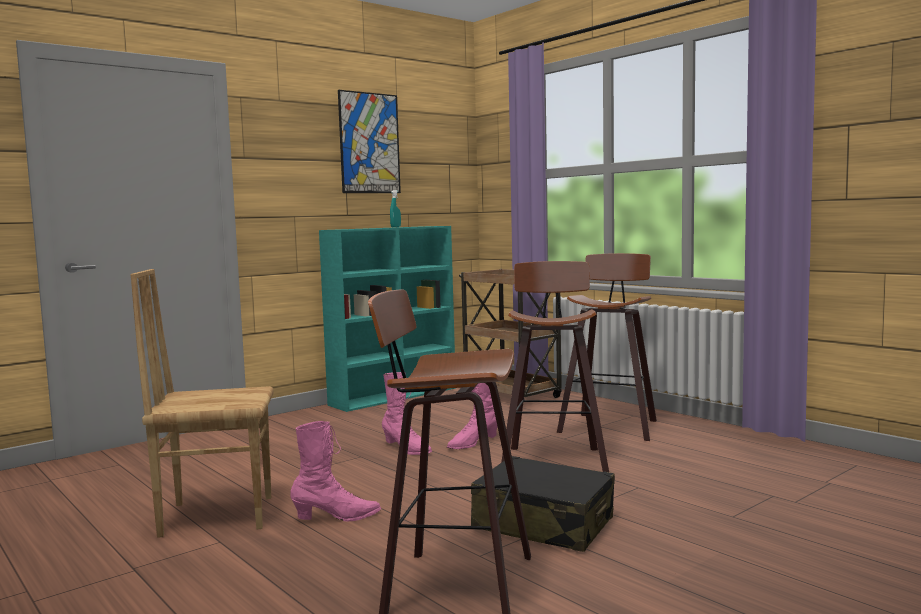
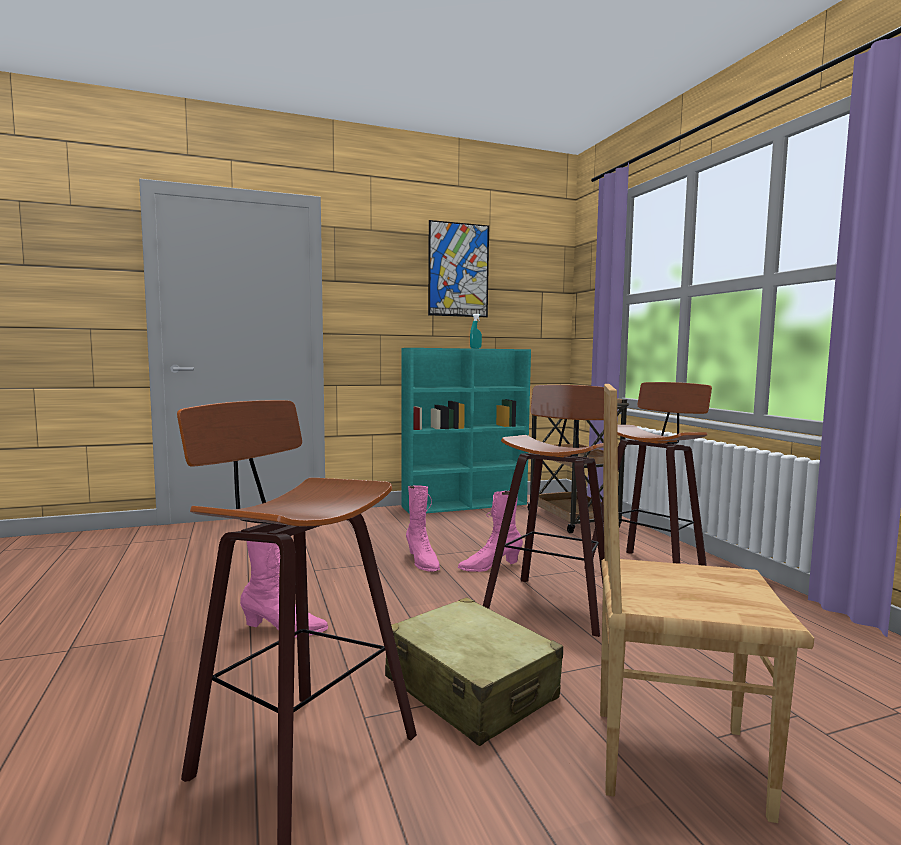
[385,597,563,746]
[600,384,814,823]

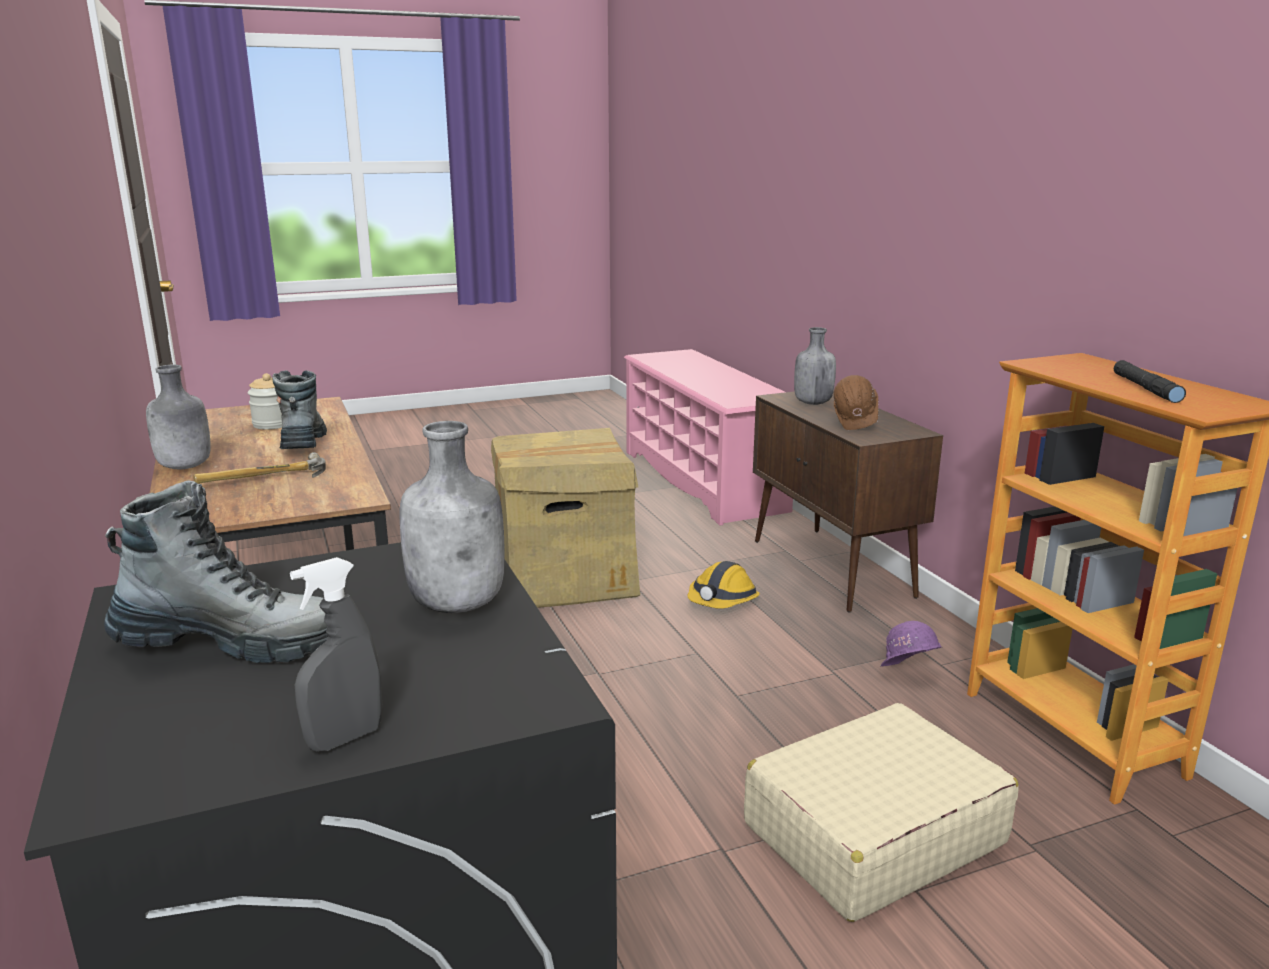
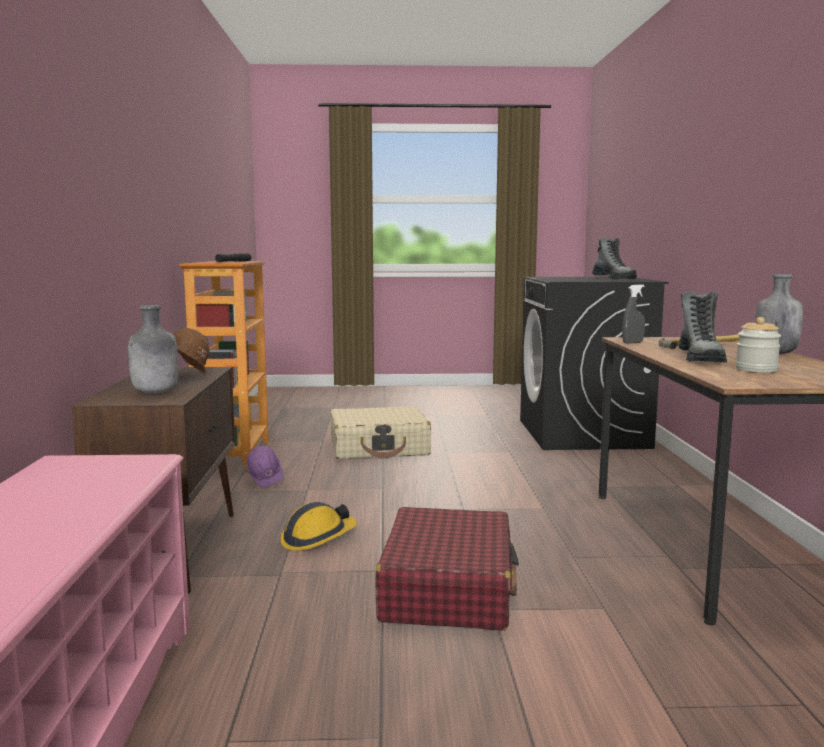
[376,507,519,631]
[592,238,637,279]
[622,284,645,343]
[400,421,505,613] (first image)

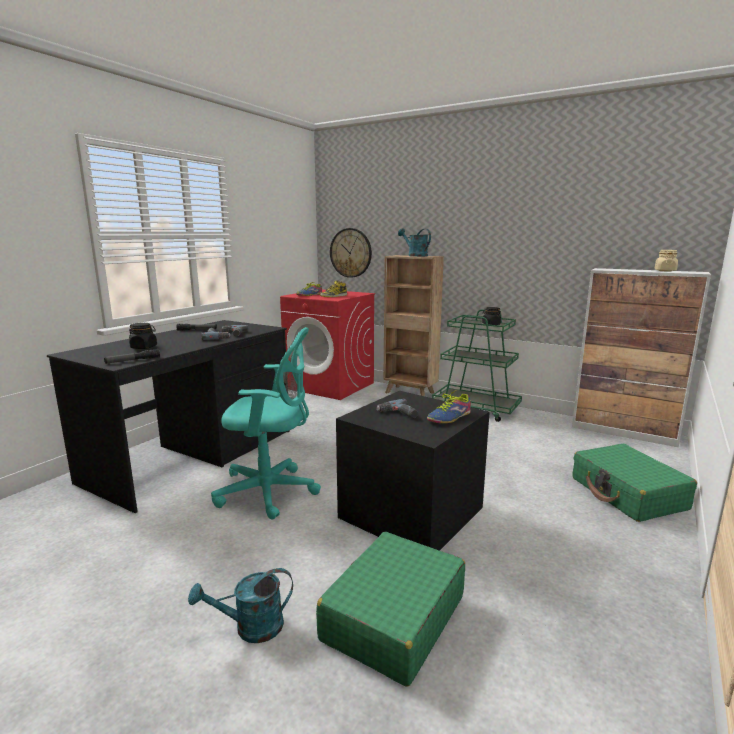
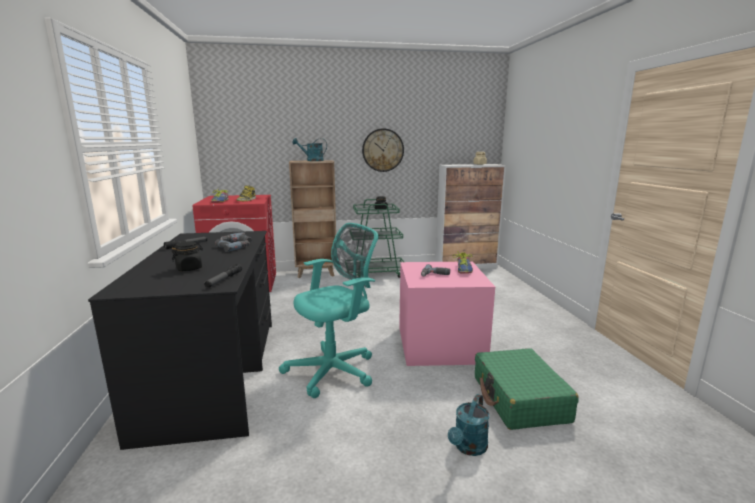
[362,128,404,172]
[399,261,495,366]
[573,444,697,522] (first image)

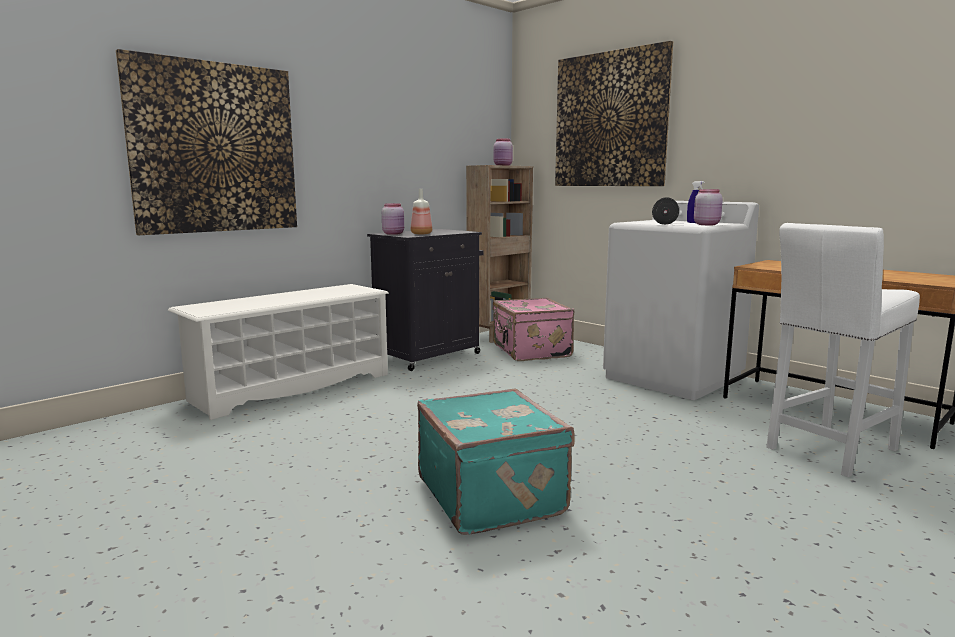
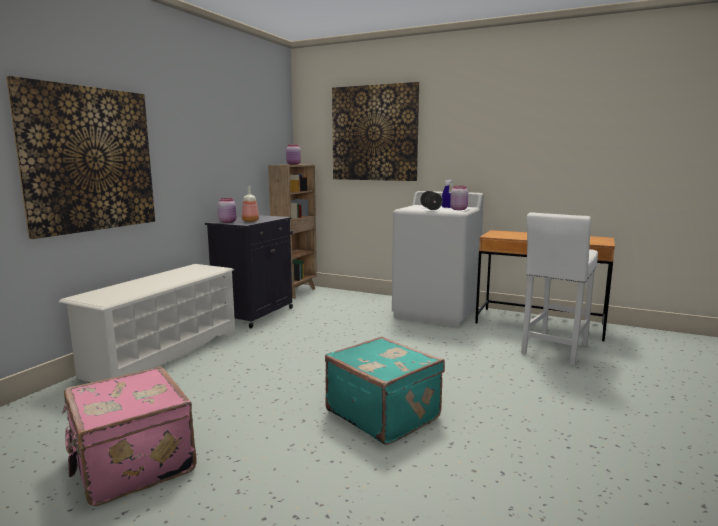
[62,366,197,506]

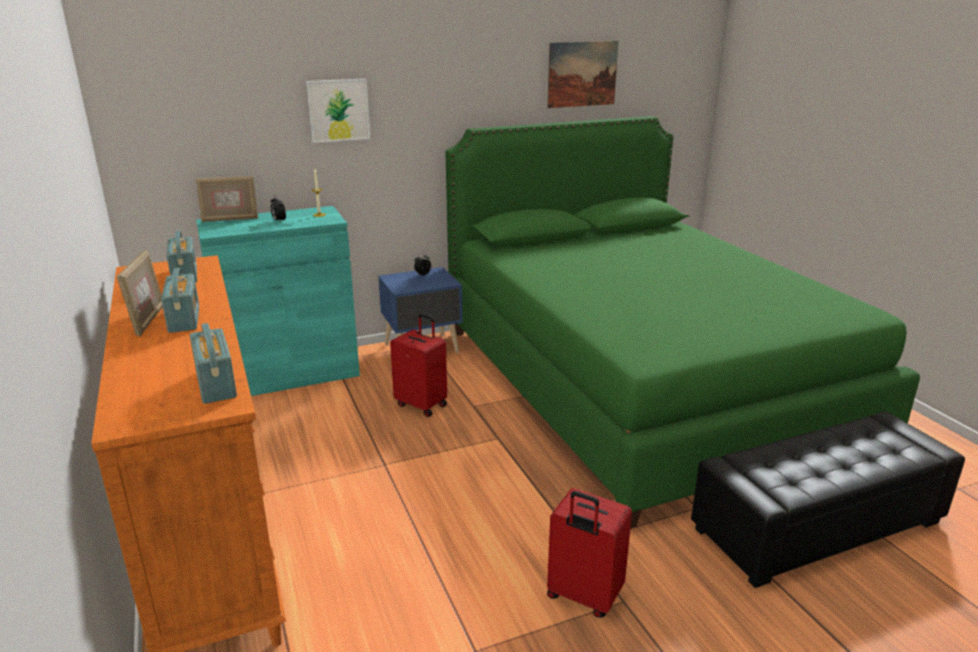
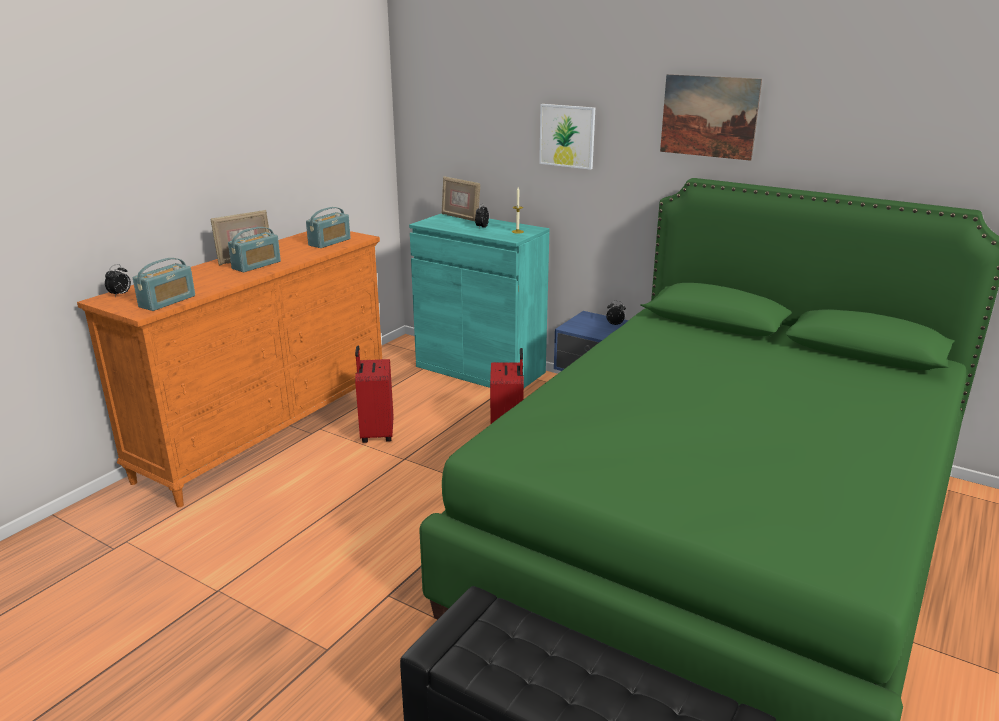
[105,264,131,297]
[355,346,393,443]
[660,74,762,161]

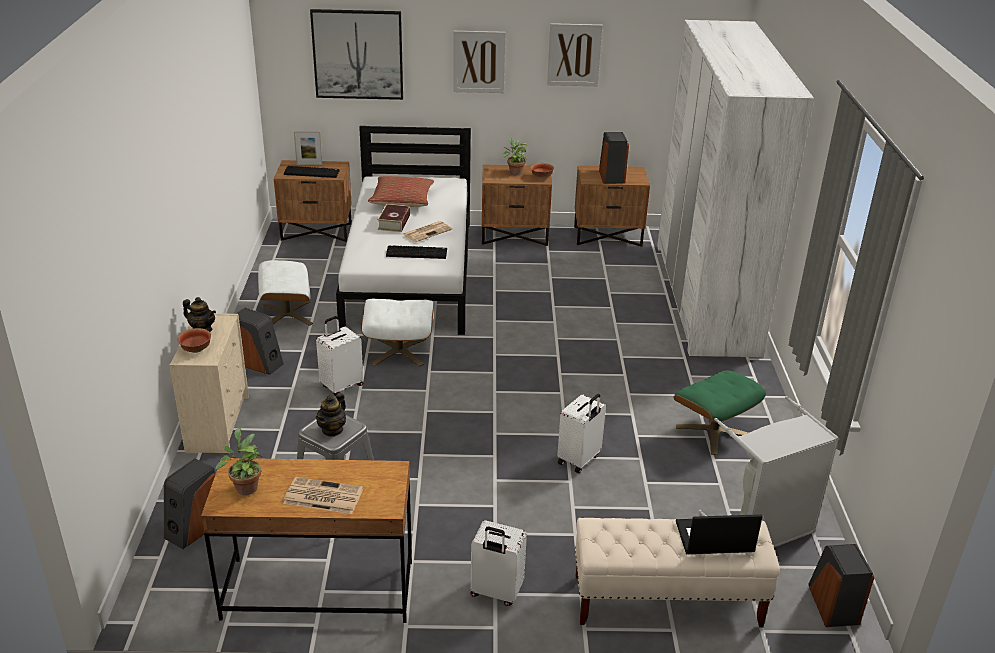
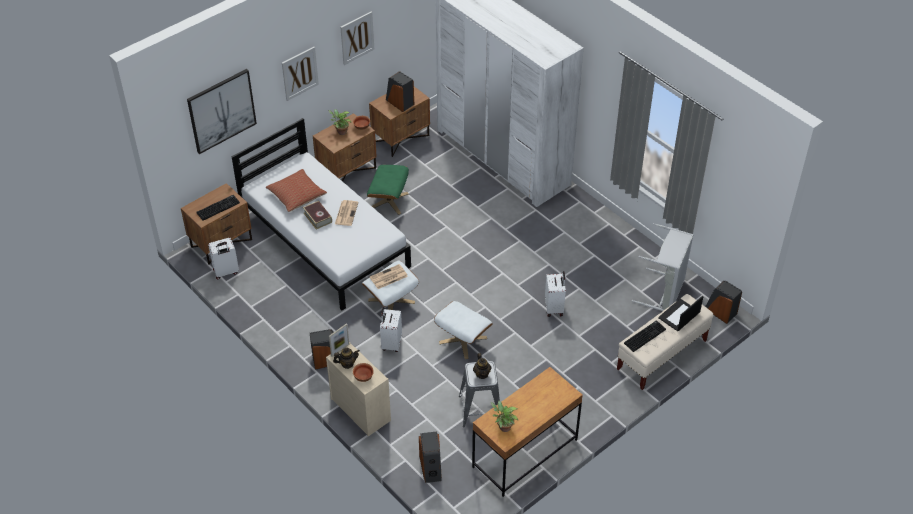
[208,238,239,280]
[329,323,349,357]
[367,165,409,215]
[370,264,408,289]
[434,301,493,359]
[624,320,666,352]

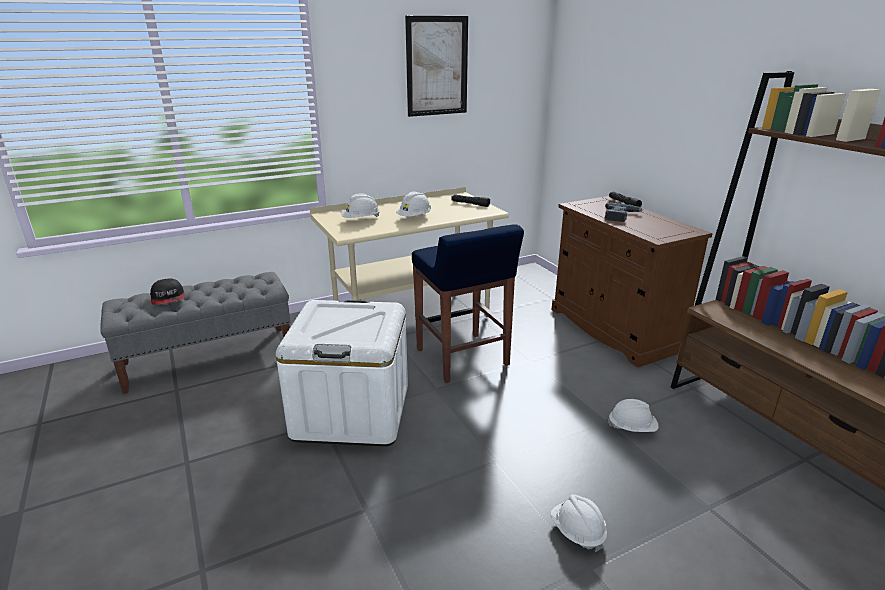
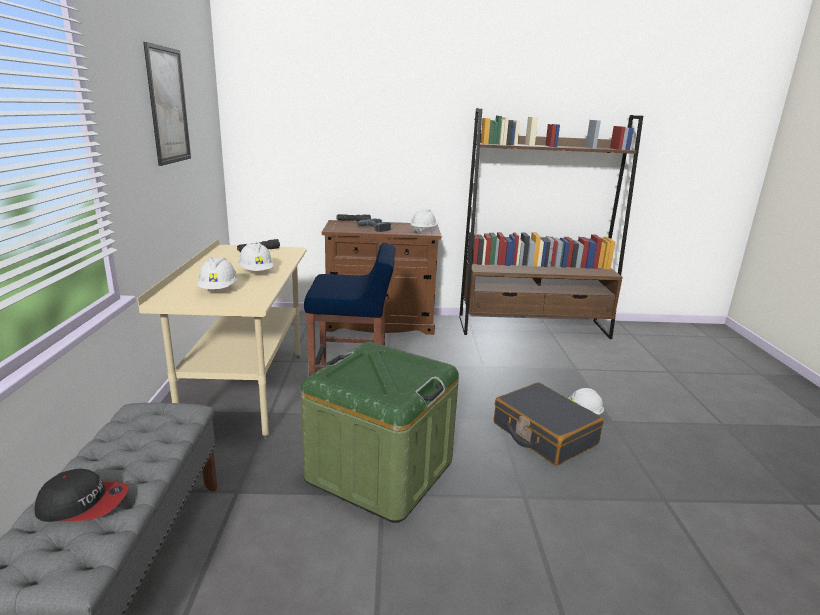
[301,342,459,523]
[410,209,439,233]
[494,382,604,466]

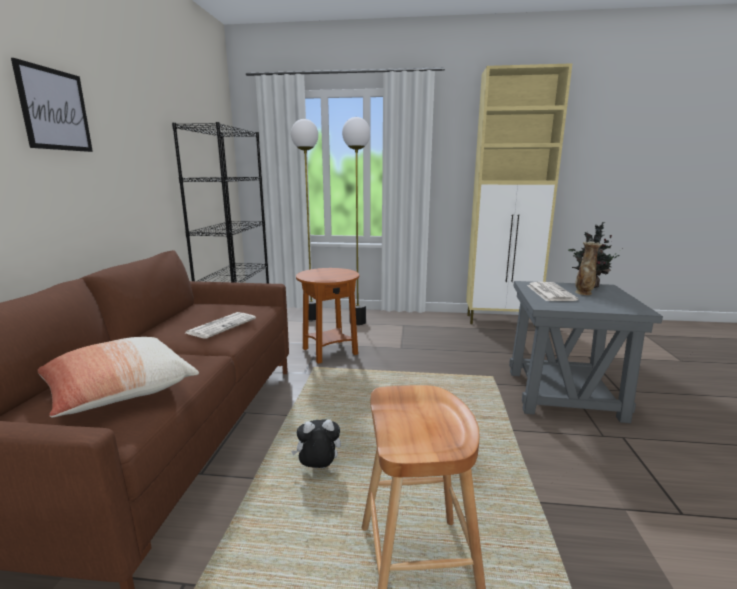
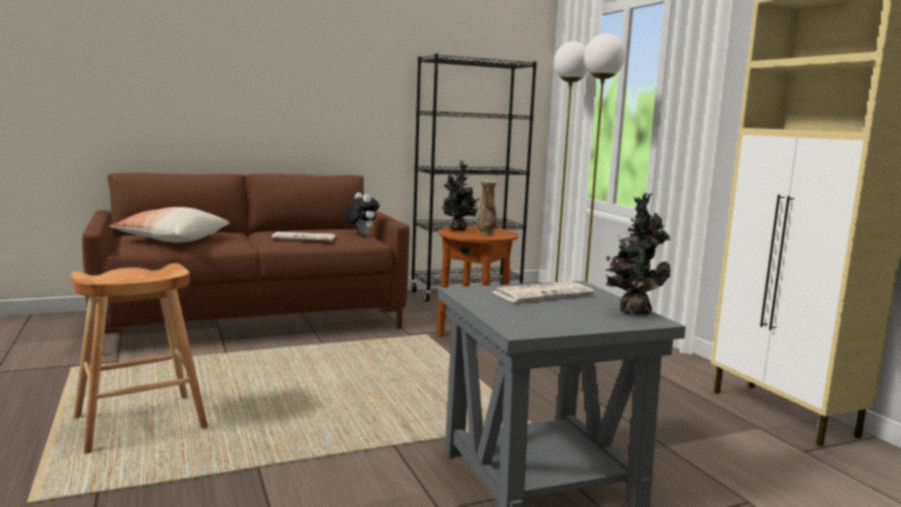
[344,193,380,235]
[442,160,479,231]
[478,180,497,236]
[11,58,93,152] (first image)

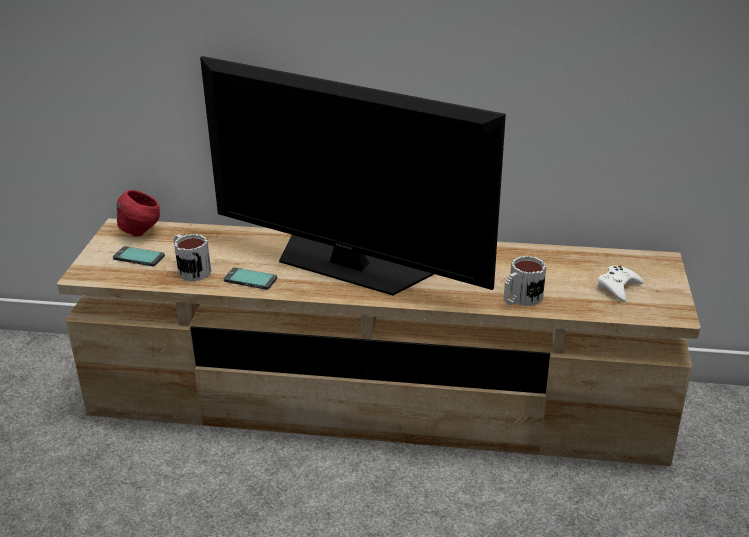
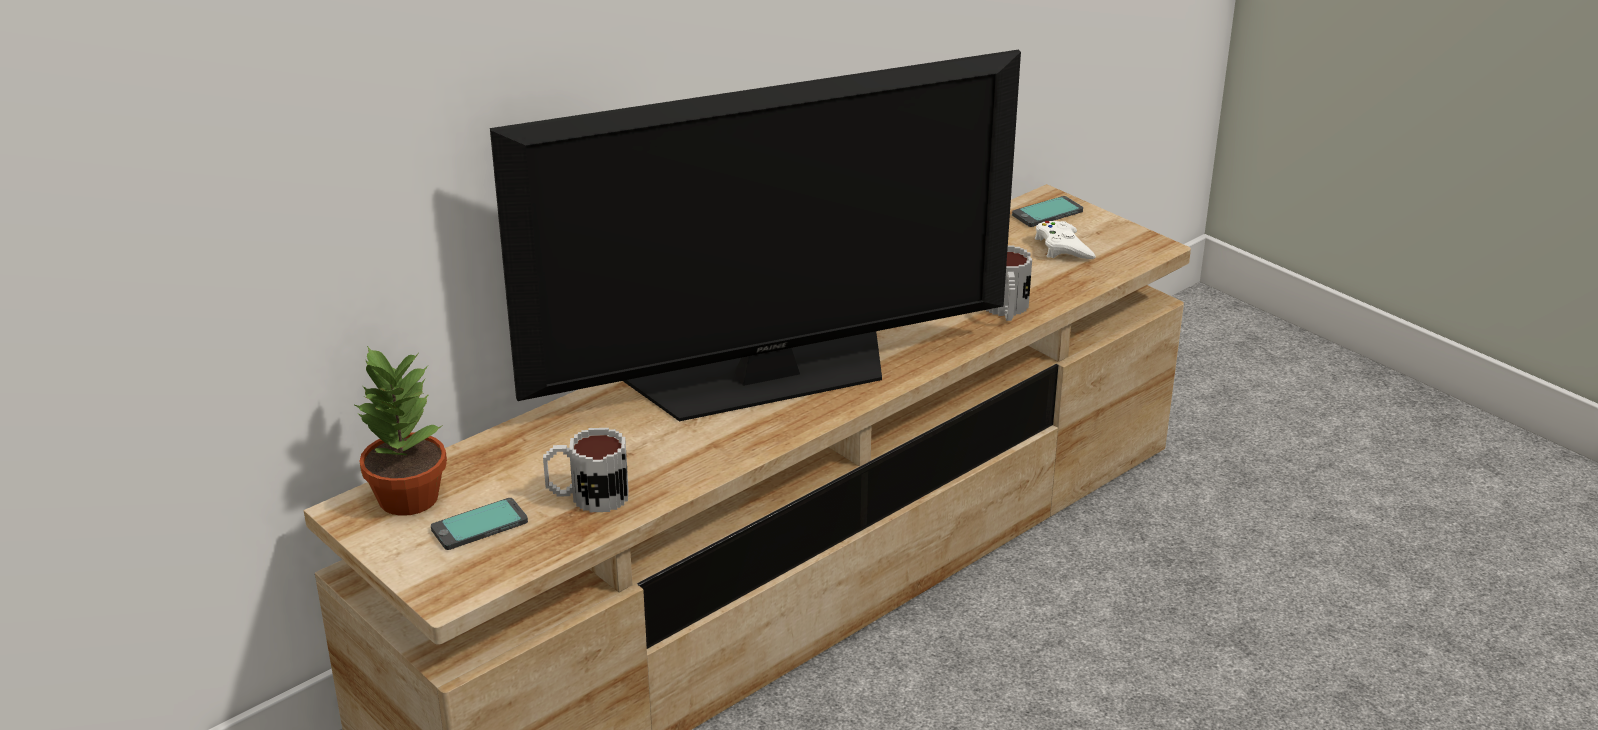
[353,346,447,516]
[1012,196,1083,227]

